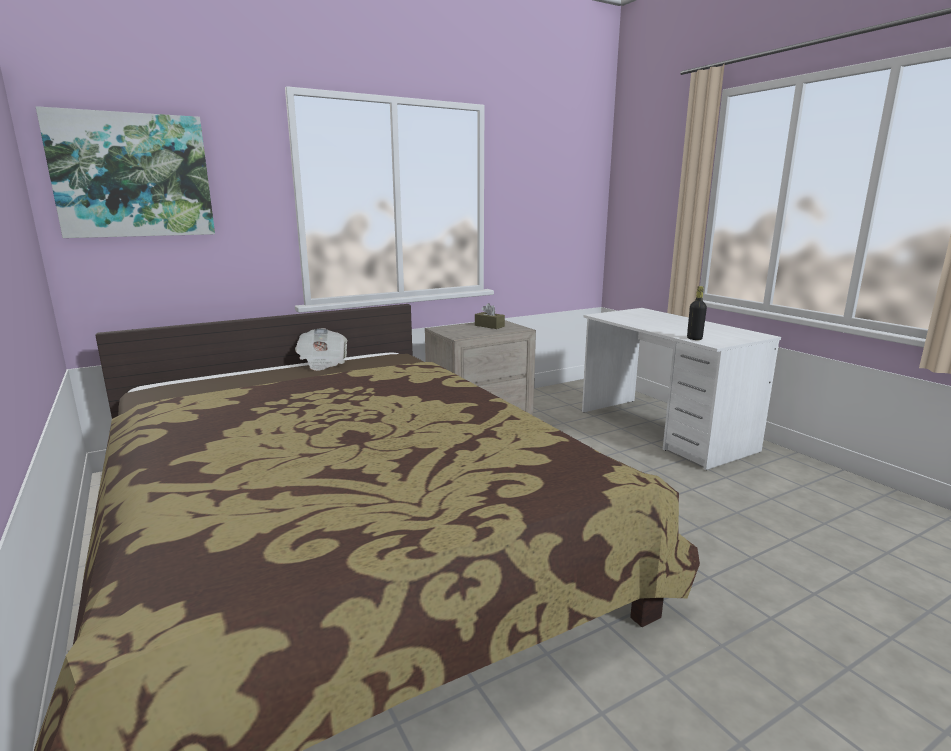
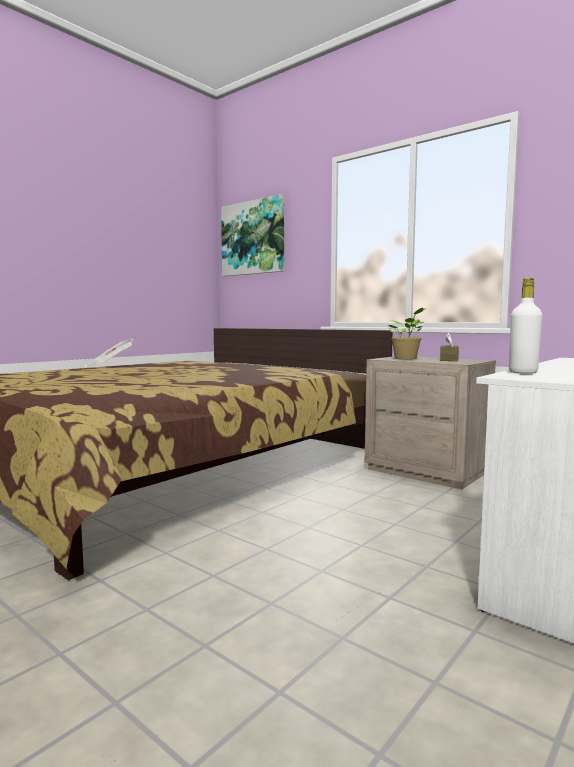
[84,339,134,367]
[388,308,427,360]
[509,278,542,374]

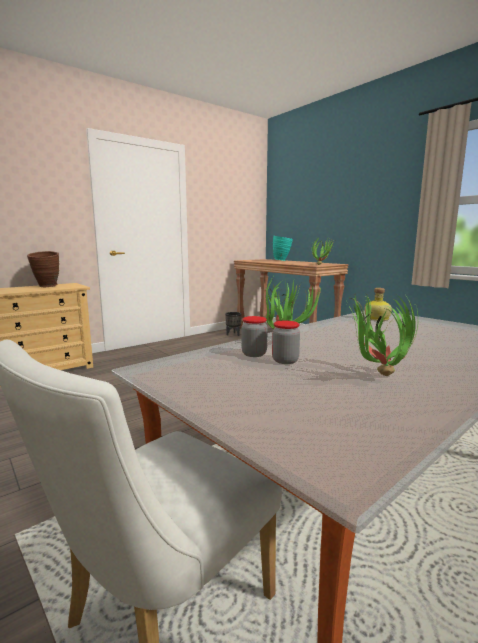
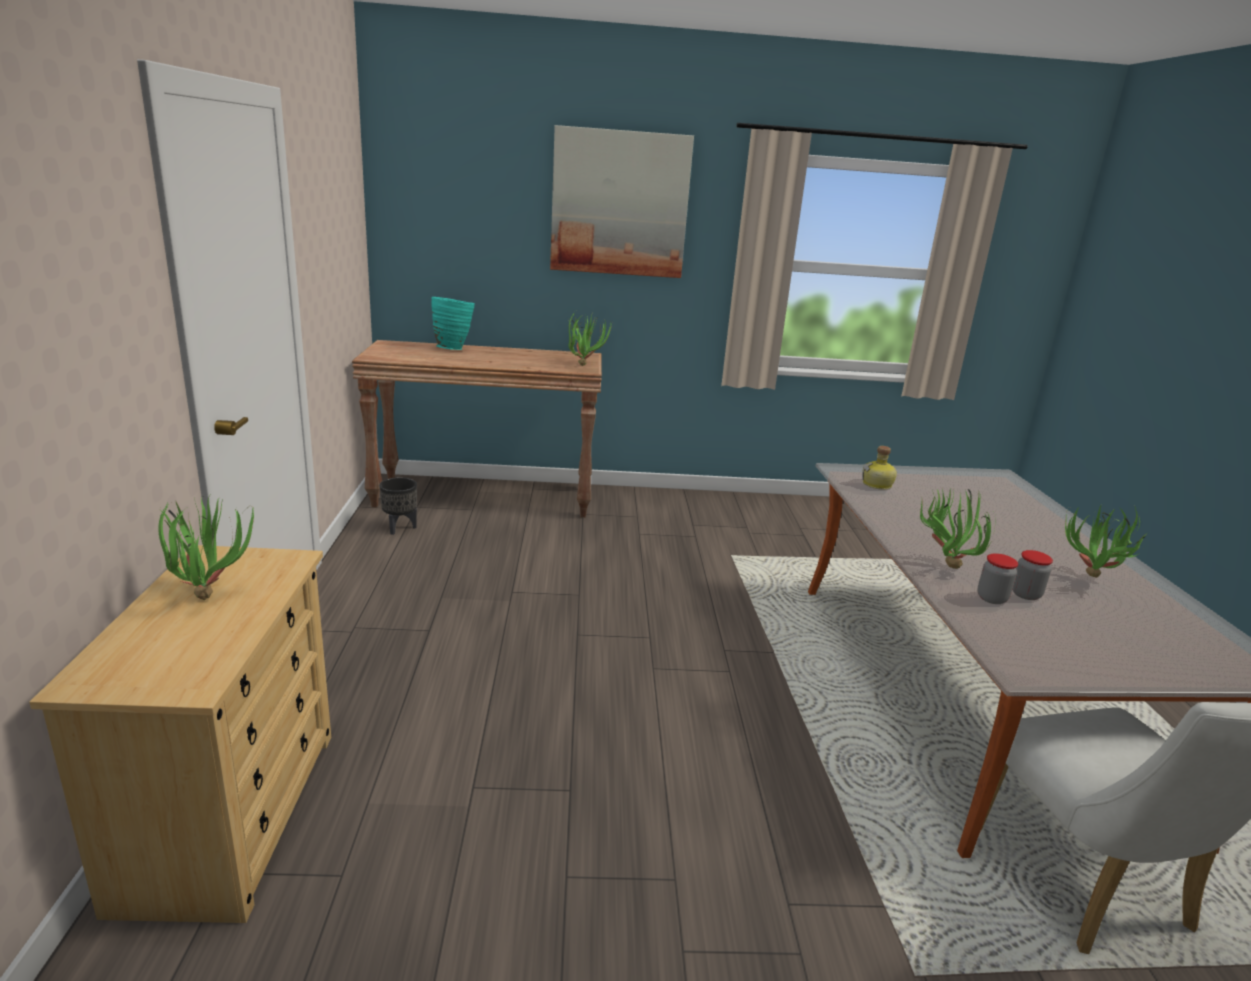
[158,492,254,600]
[550,125,694,278]

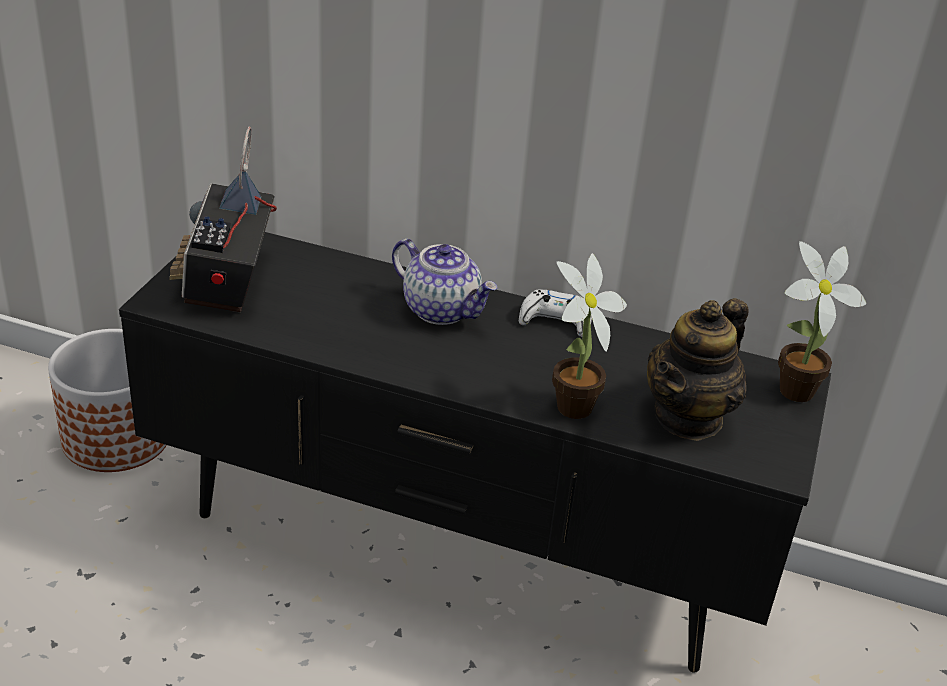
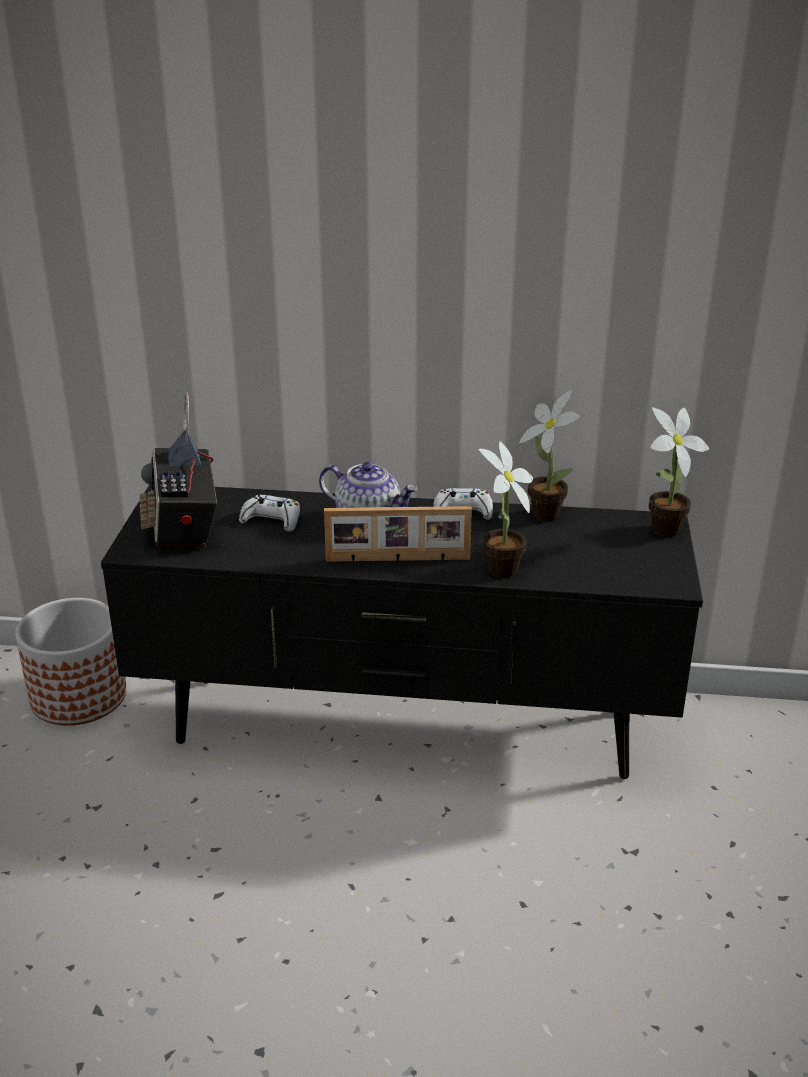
[239,495,300,532]
[324,506,472,563]
[519,390,581,521]
[647,298,748,441] (first image)

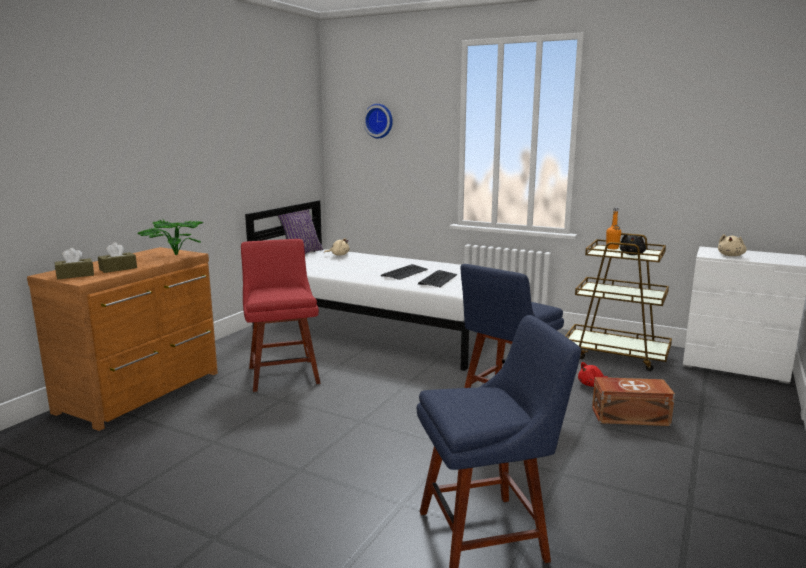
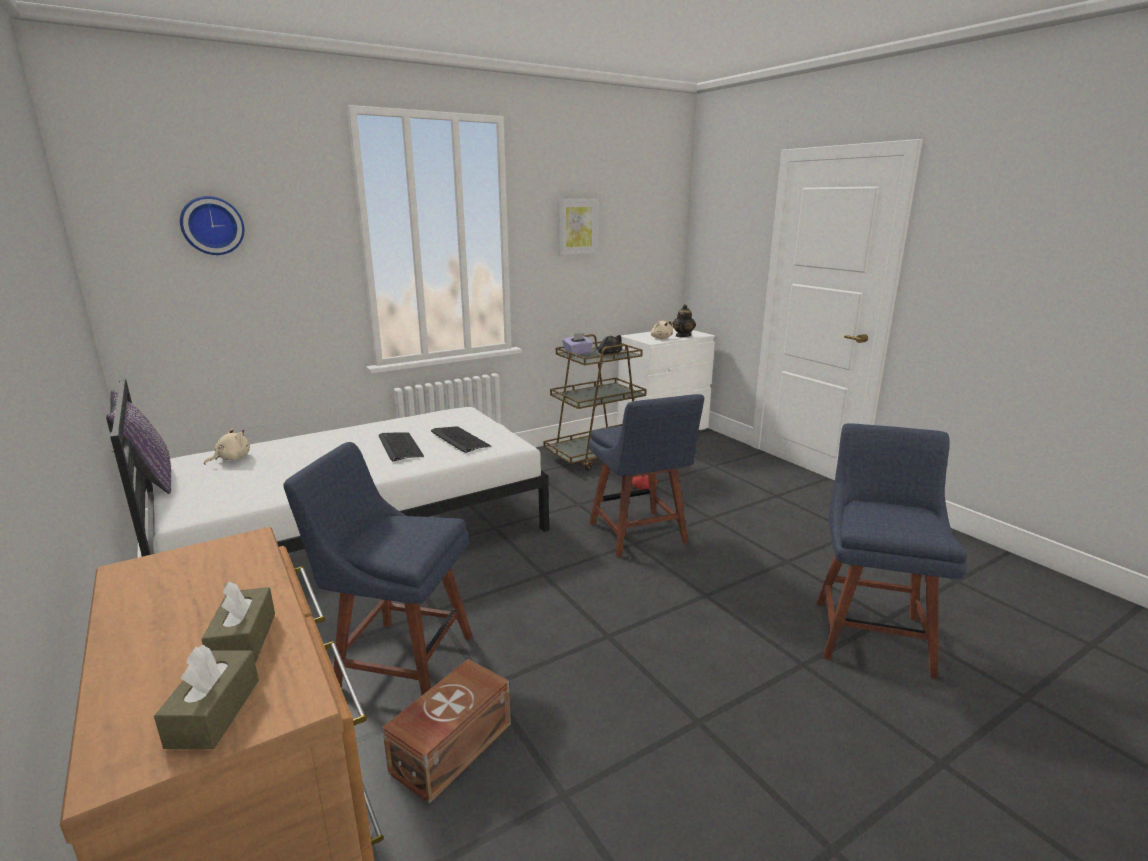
[283,442,472,695]
[382,659,511,804]
[558,199,599,256]
[563,333,593,355]
[673,304,696,337]
[137,220,203,255] (first image)

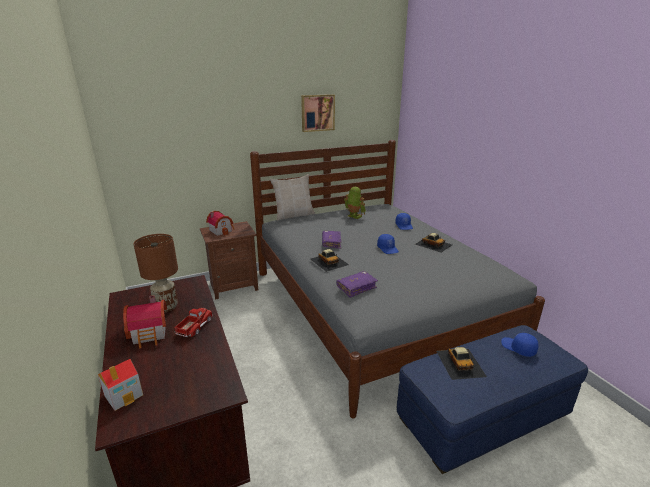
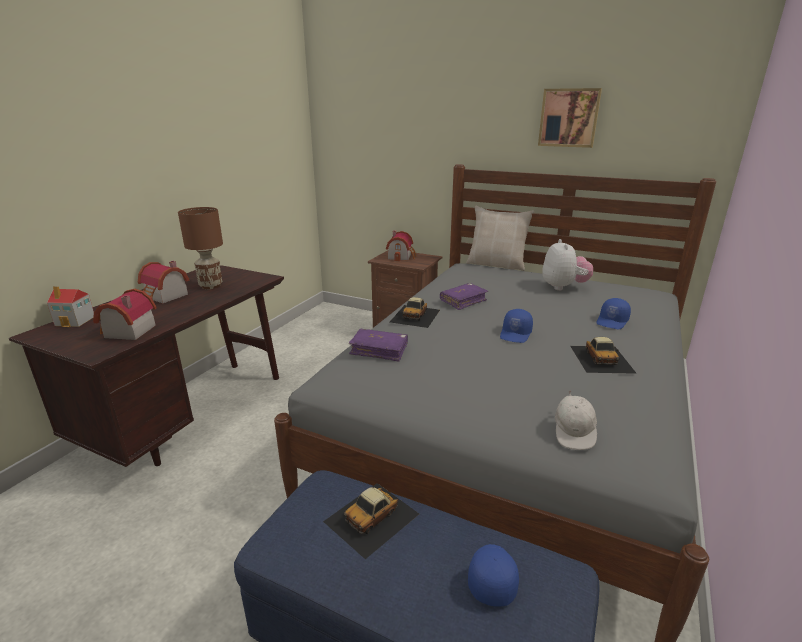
[93,289,157,340]
[542,239,593,291]
[555,390,597,450]
[174,308,213,337] (first image)

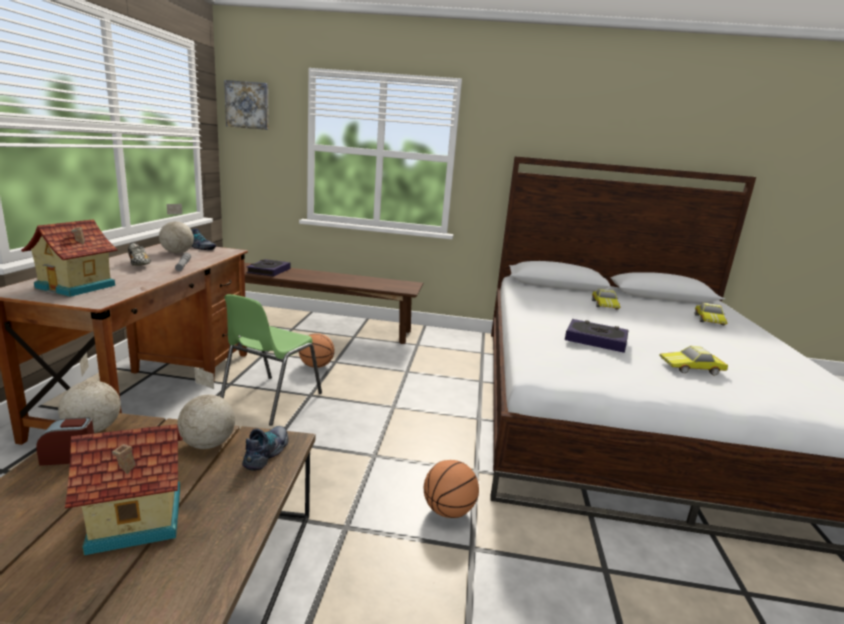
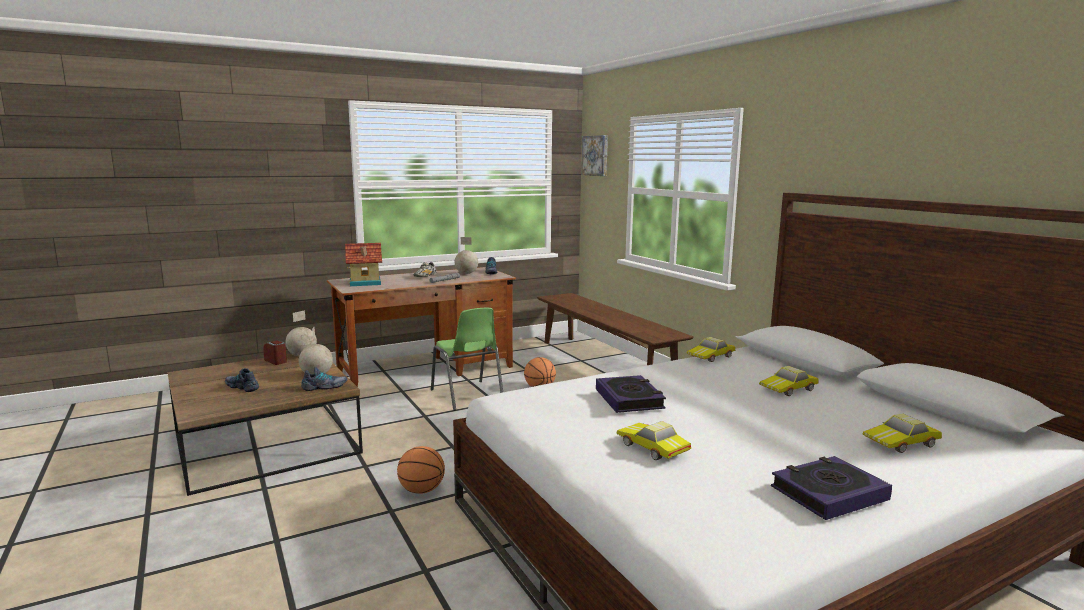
[225,368,259,392]
[431,308,503,411]
[687,337,735,362]
[771,456,892,520]

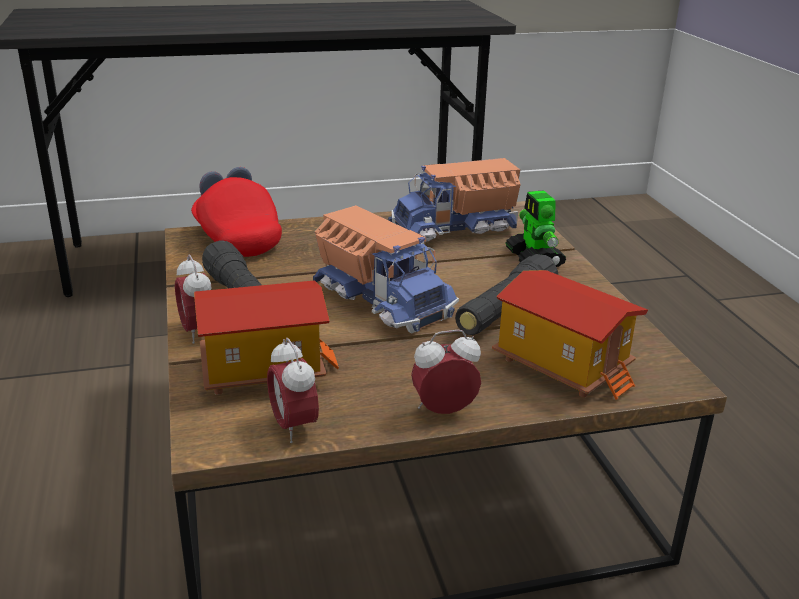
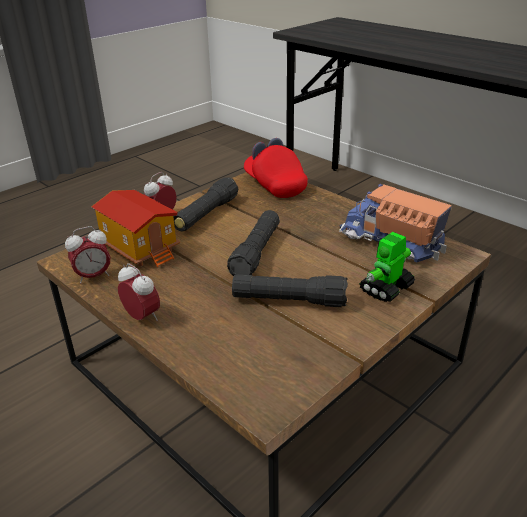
[65,226,110,284]
[227,210,280,276]
[244,138,308,198]
[492,270,648,400] (first image)

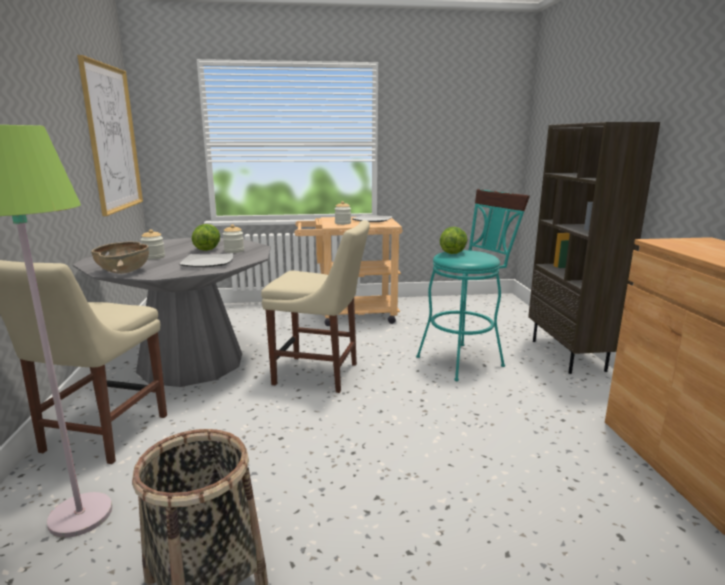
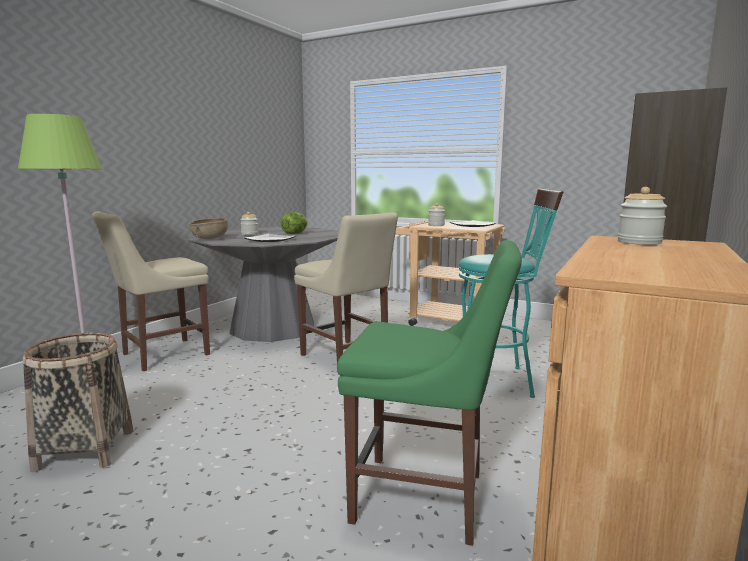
[337,240,522,546]
[618,187,667,245]
[77,55,143,216] (first image)
[440,227,468,254] (first image)

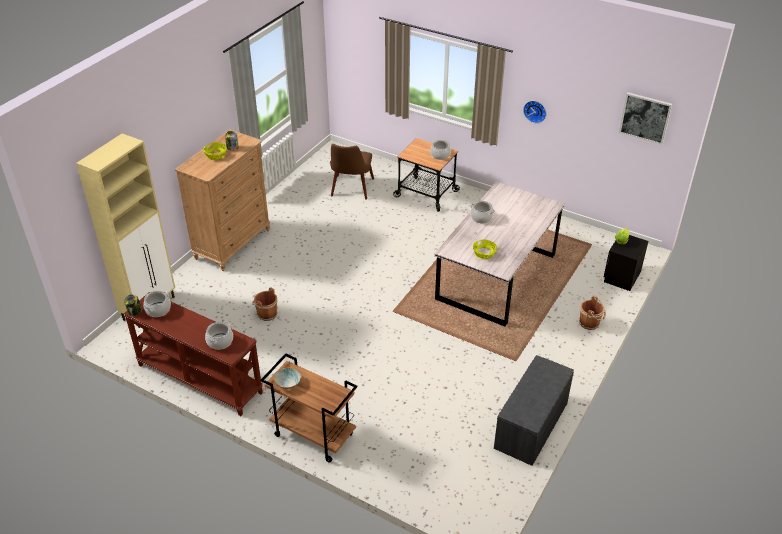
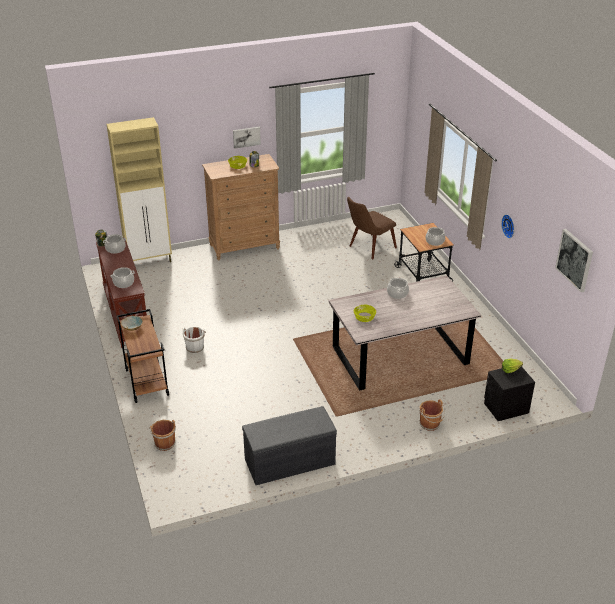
[149,420,176,451]
[182,327,206,354]
[233,127,261,149]

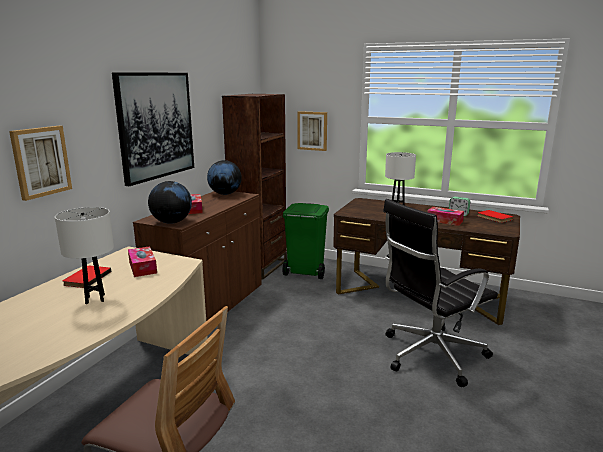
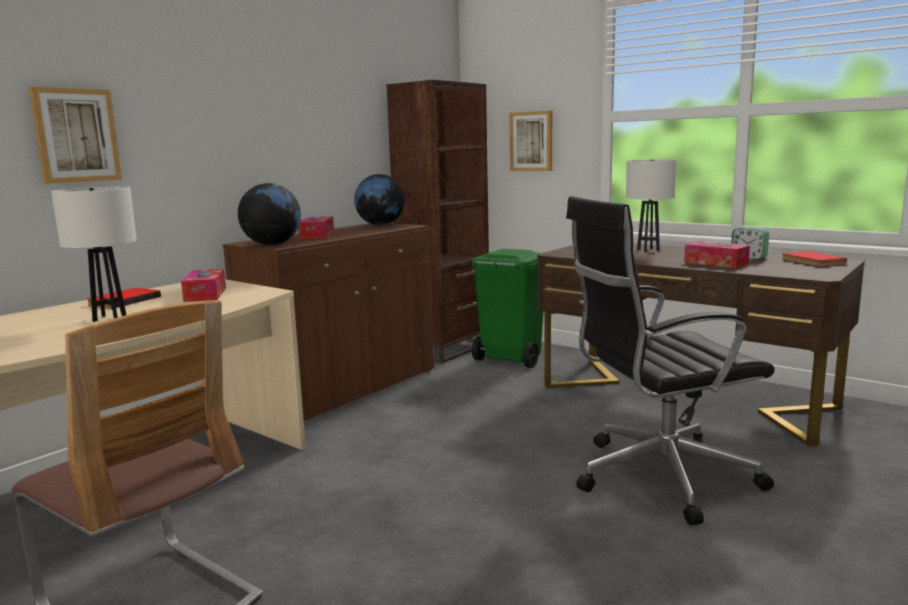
[112,72,194,186] (first image)

